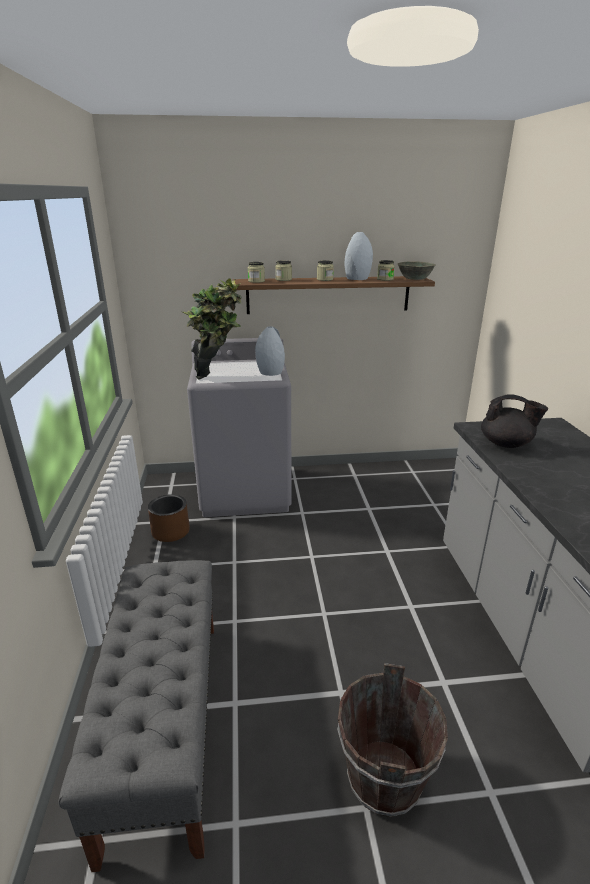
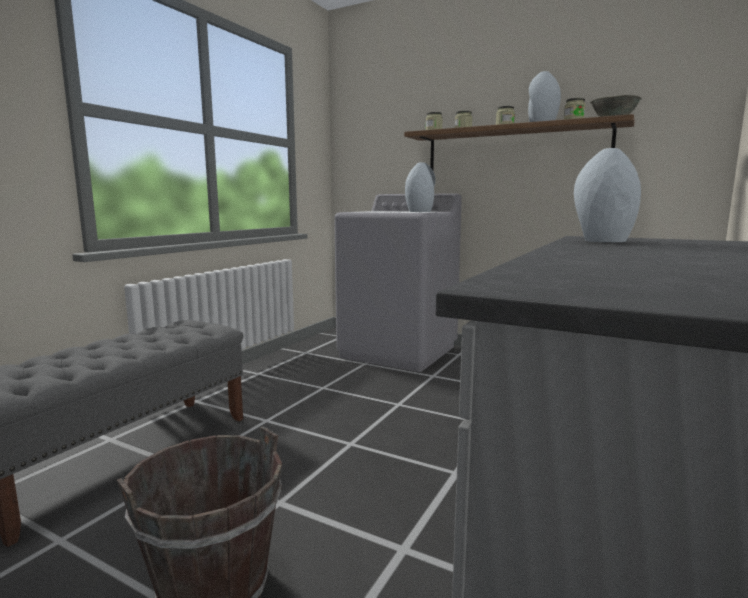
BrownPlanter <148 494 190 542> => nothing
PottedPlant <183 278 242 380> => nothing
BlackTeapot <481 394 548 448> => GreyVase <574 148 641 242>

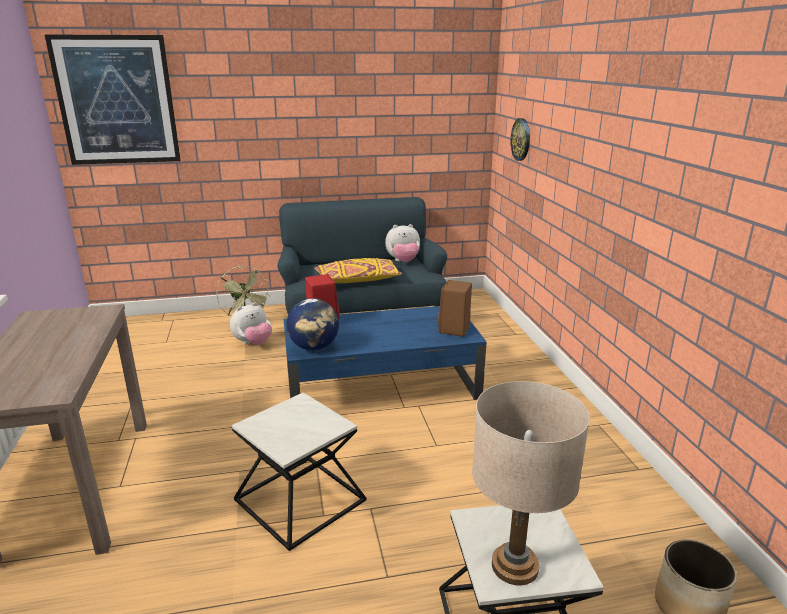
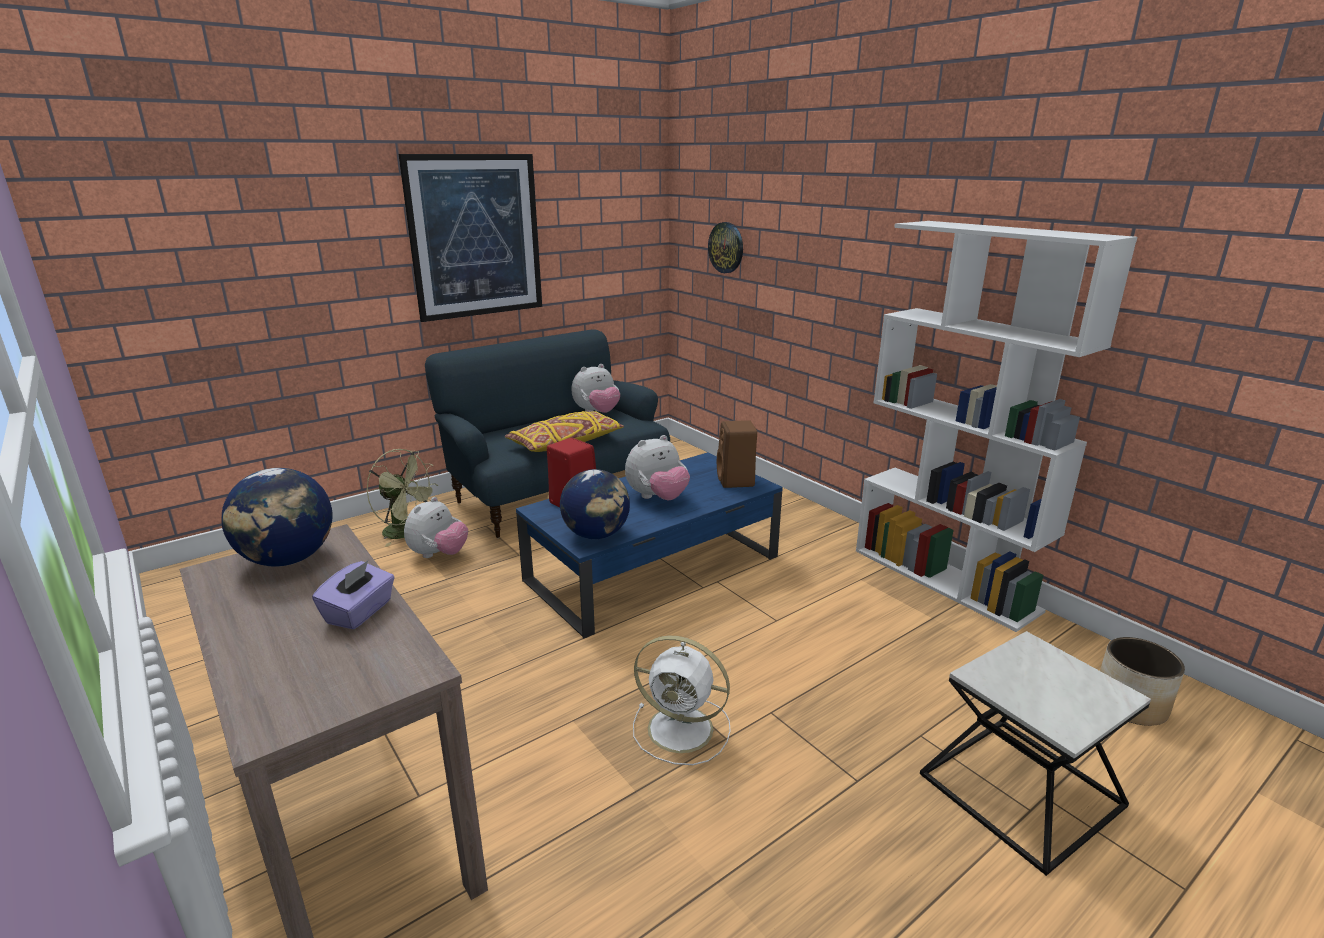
BeigeTableLamp <472 381 590 586> => nothing
nothing => Globe <221 468 333 566>
nothing => PurpleTissueBox <312 561 395 630>
nothing => PlushToy <625 435 690 500>
nothing => WhiteBookcase <856 221 1138 632>
Picture <45 34 181 165> => Picture <399 154 542 322>, moved
SideTable <232 392 366 551> => WhiteFan <633 636 731 765>

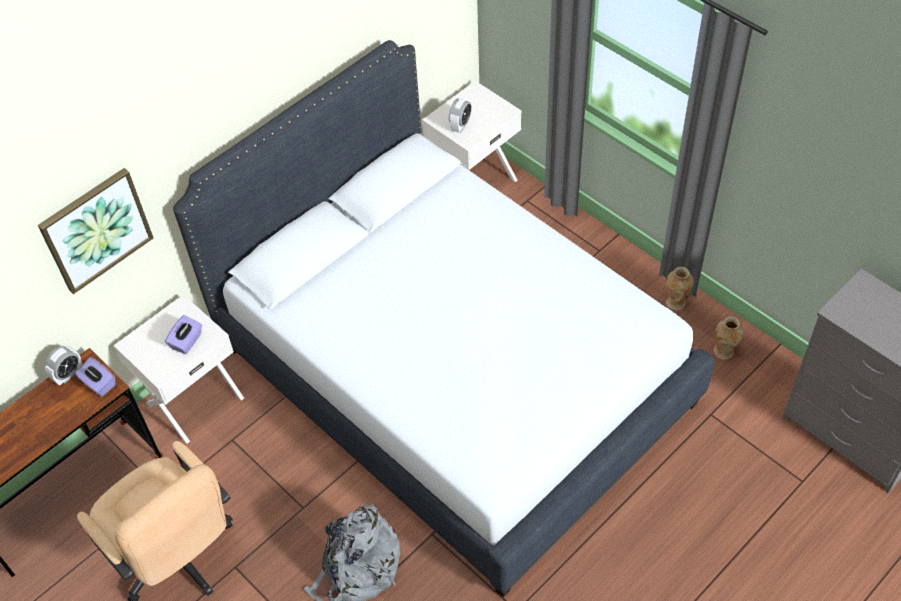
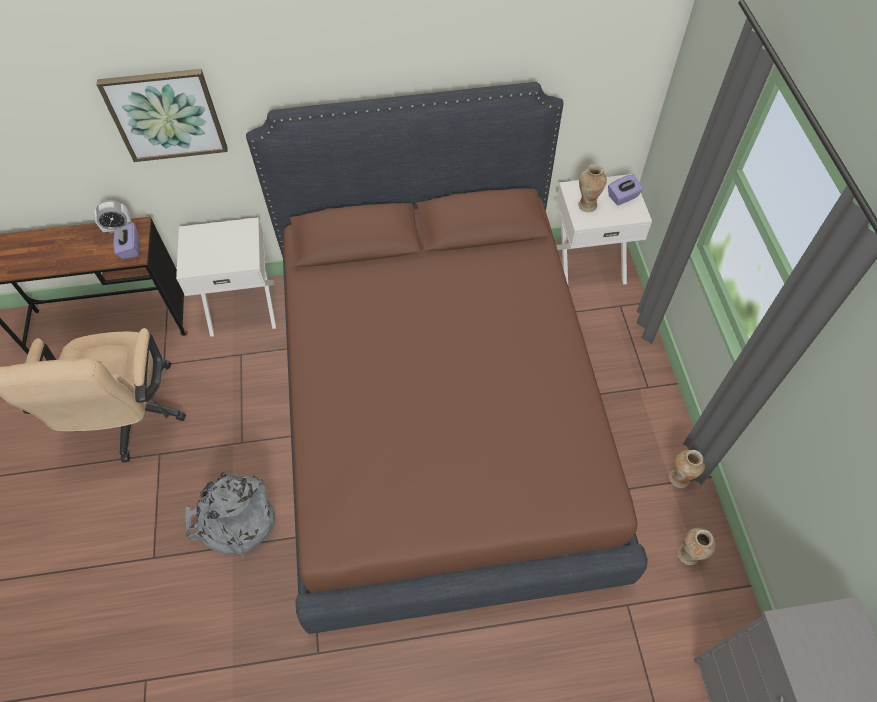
PurpleTissueBox <165 315 202 354> => PurpleTissueBox <608 174 643 205>, moved
AlarmClock <449 98 472 133> => Vase <578 164 607 212>
WhiteBed <173 40 714 597> => BrownBed <246 82 648 634>

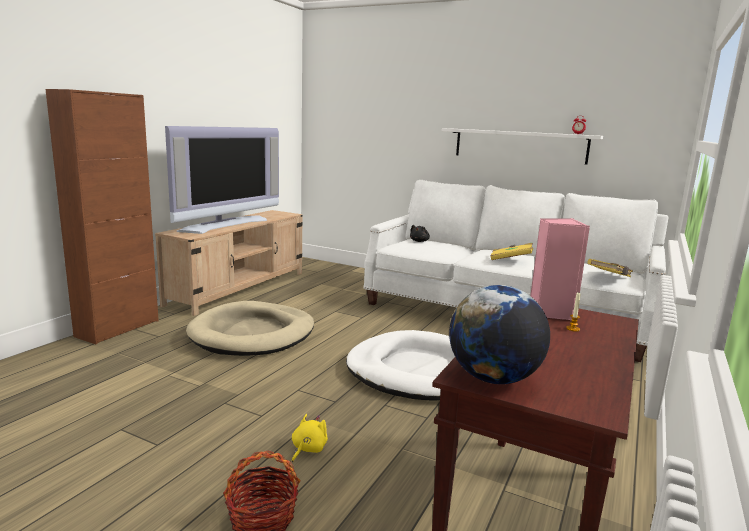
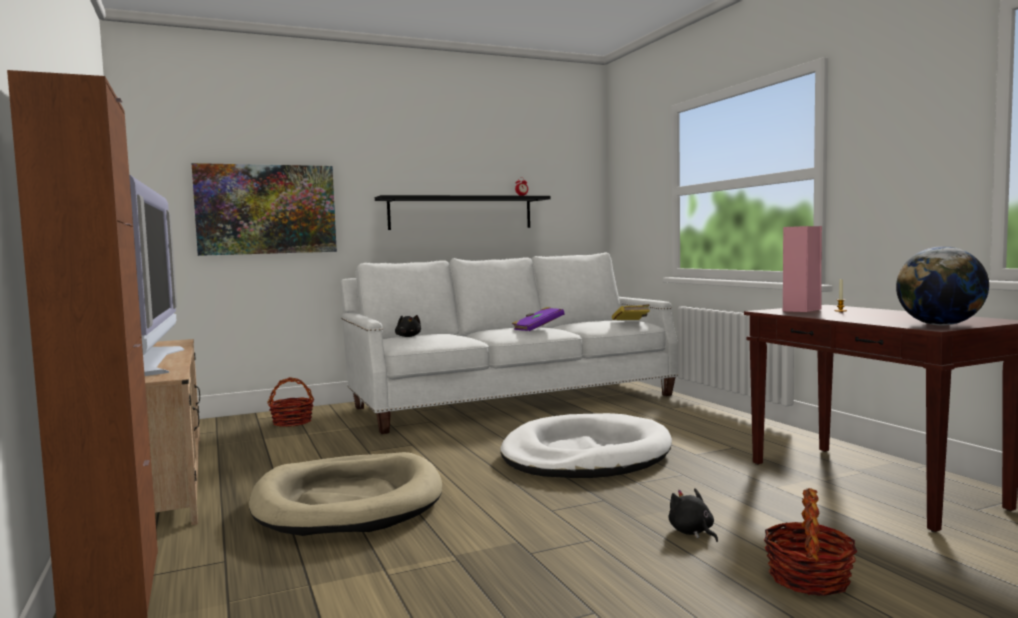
nothing => Picture <192 163 337 256>
nothing => Basket <267 377 314 427>
YellowPlushToy <292 414 328 462> => BlackPlushToy <668 488 718 542>
WhiteShelf <442 128 603 165> => BlackShelf <375 195 551 230>
YellowBook <490 243 533 260> => PurpleBook <512 307 565 331>

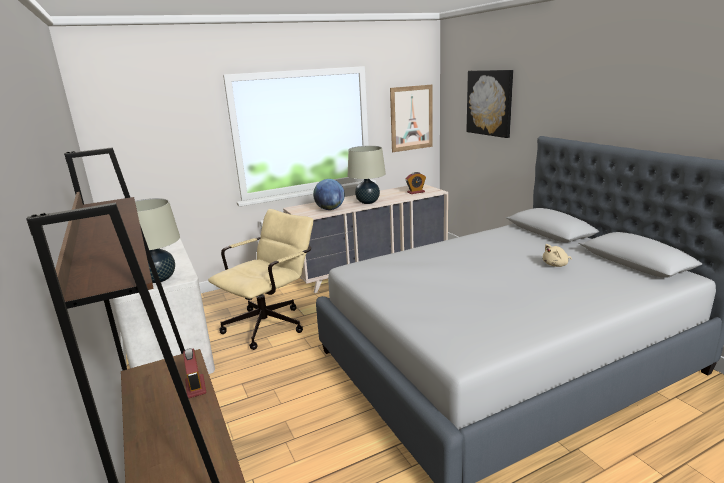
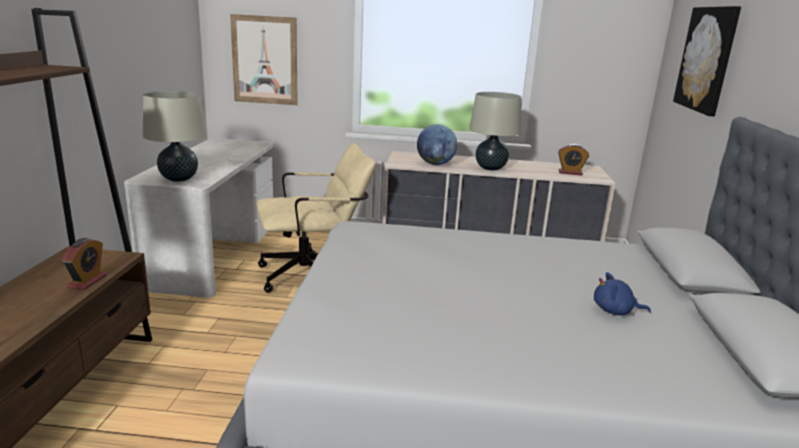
Picture <390 85 433 152> => Picture <230 14 298 105>, moved
BeigePlushToy <542 244 572 267> => BluePlushToy <594 272 651 316>

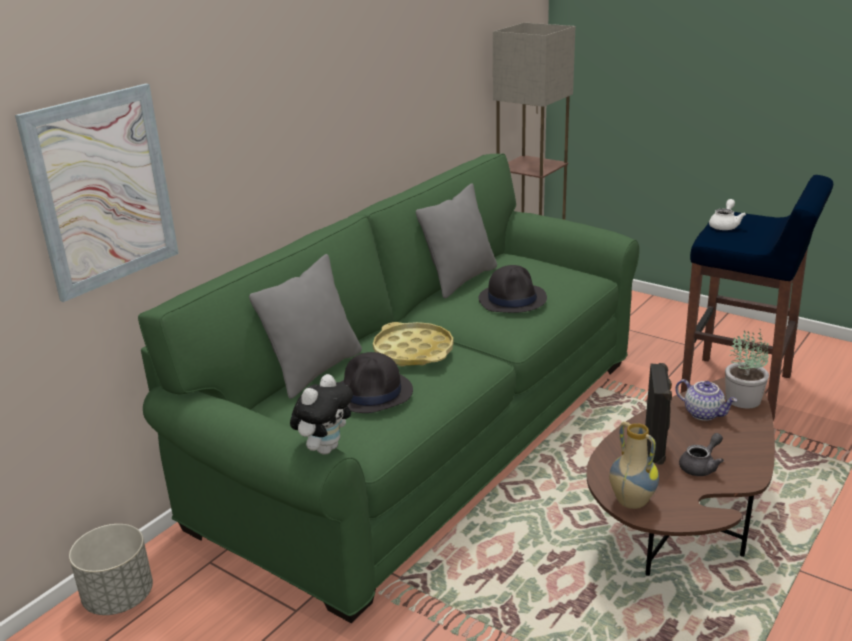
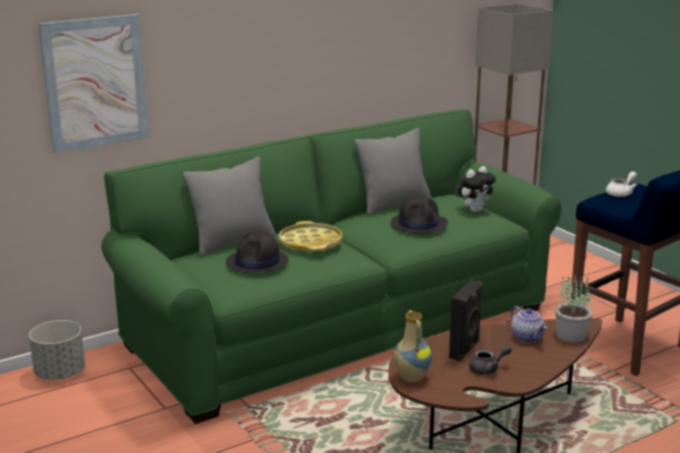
PlushToy <290 374 353 455> => PlushToy <458 166 496 212>, moved

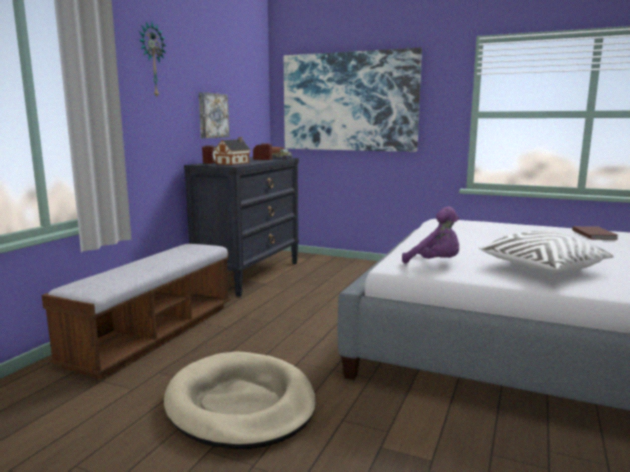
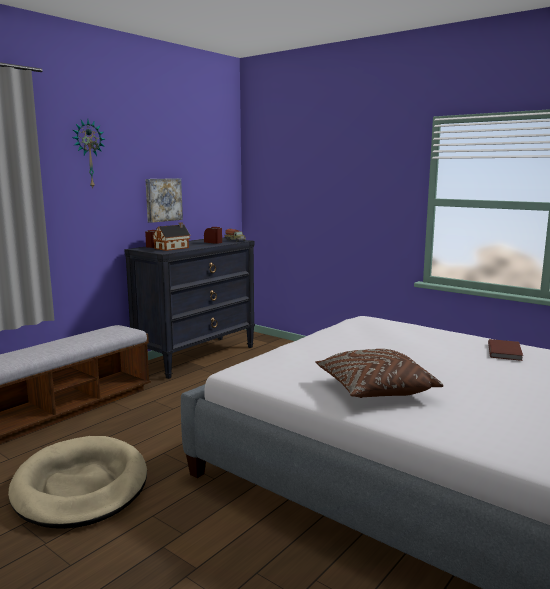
Picture <284 48 422 152> => nothing
PurplePlushToy <402 207 459 264> => nothing
WhitePillow <479 230 614 273> => BrownPillow <315 349 444 398>

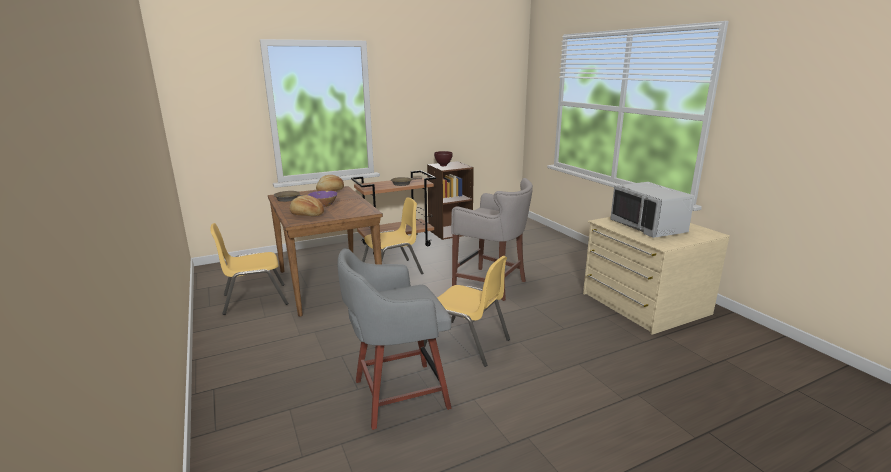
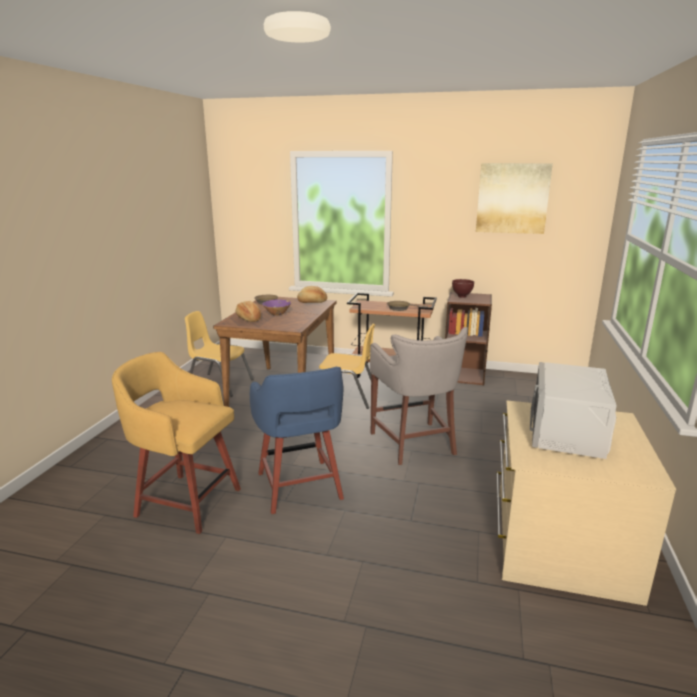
nothing => Picture <476 163 553 234>
YellowChair <424 256 510 367> => BlueStool <250 367 344 514>
GreyStool <337 248 452 430> => YellowStool <112 352 241 534>

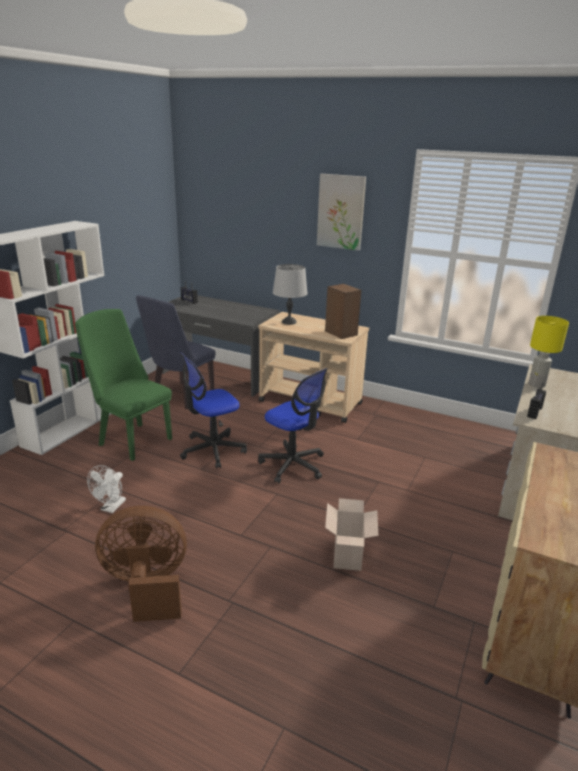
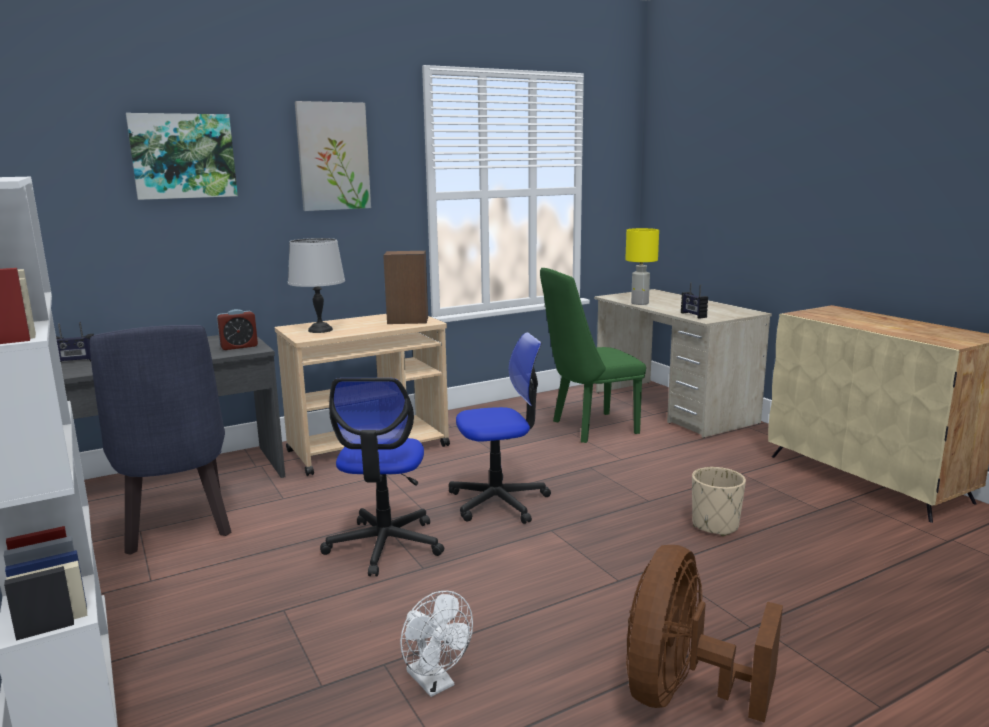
nothing => Picture <126 113 238 200>
nothing => AlarmClock <216 309 258 350>
GreenChair <75 309 172 461> => GreenChair <540 268 646 443>, moved
CardboardBox <325 498 378 571> => BeigePlanter <692 467 746 536>

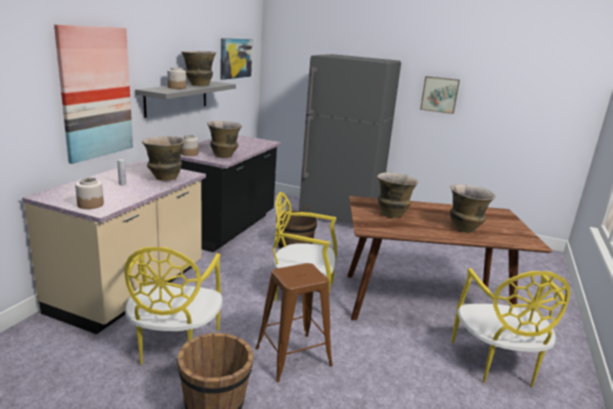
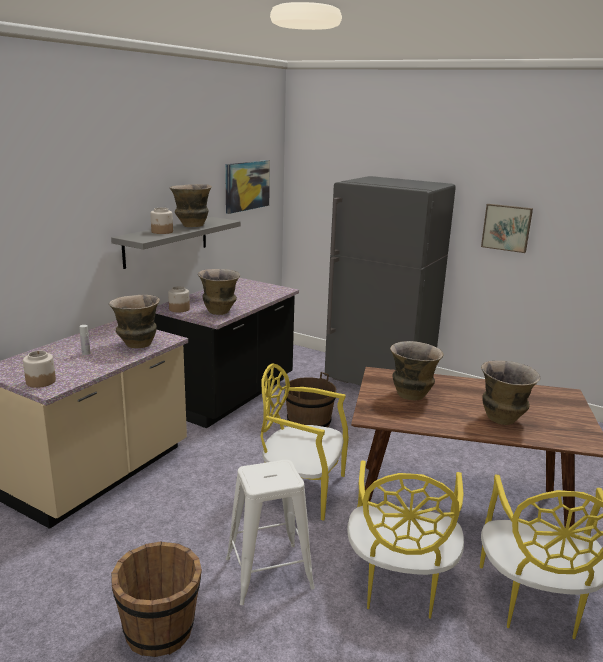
Picture <54 24 133 164> => nothing
YellowChair <124 247 223 365> => YellowChair <347 460 464 619>, moved
BrownStool <255 263 333 382> => WhiteStool <226 460 315 605>

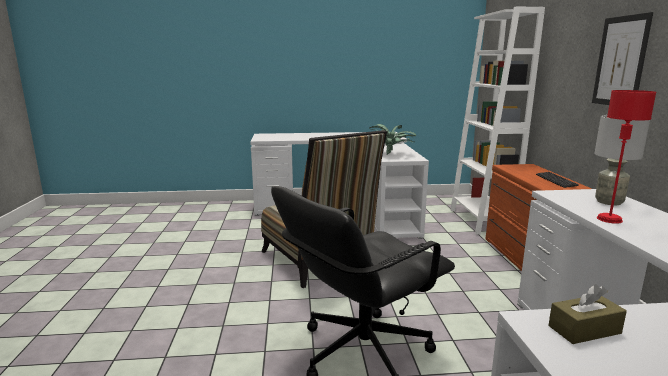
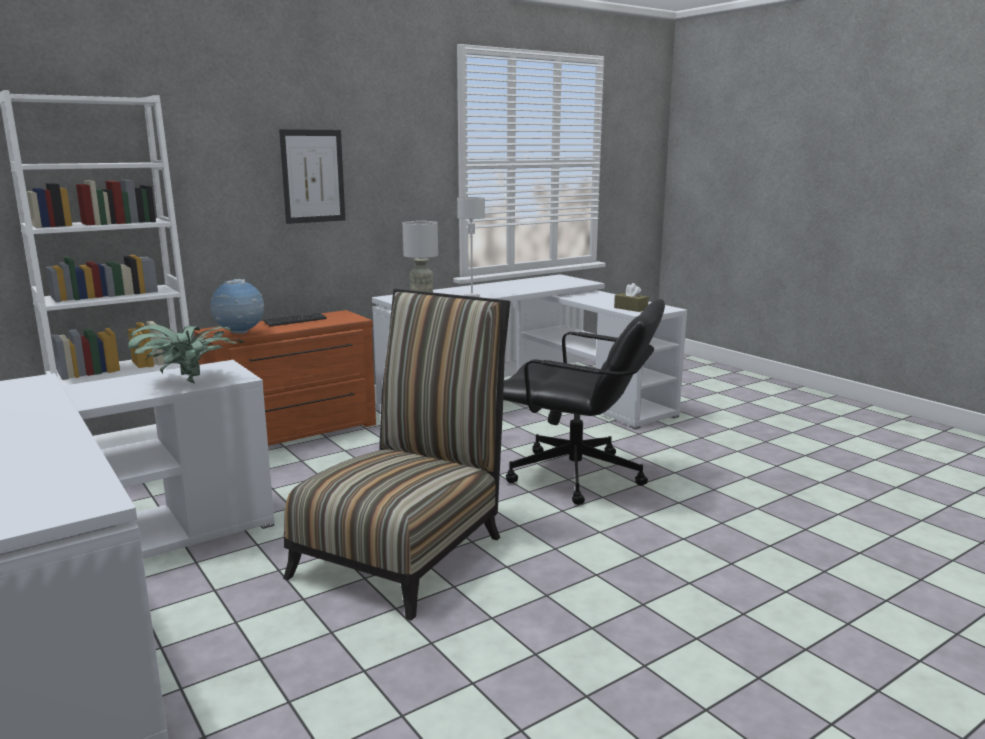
nothing => Globe <211 279 264 334>
RedTableLamp <597 90 656 224> => GreyTableLamp <457 197 485 297>

